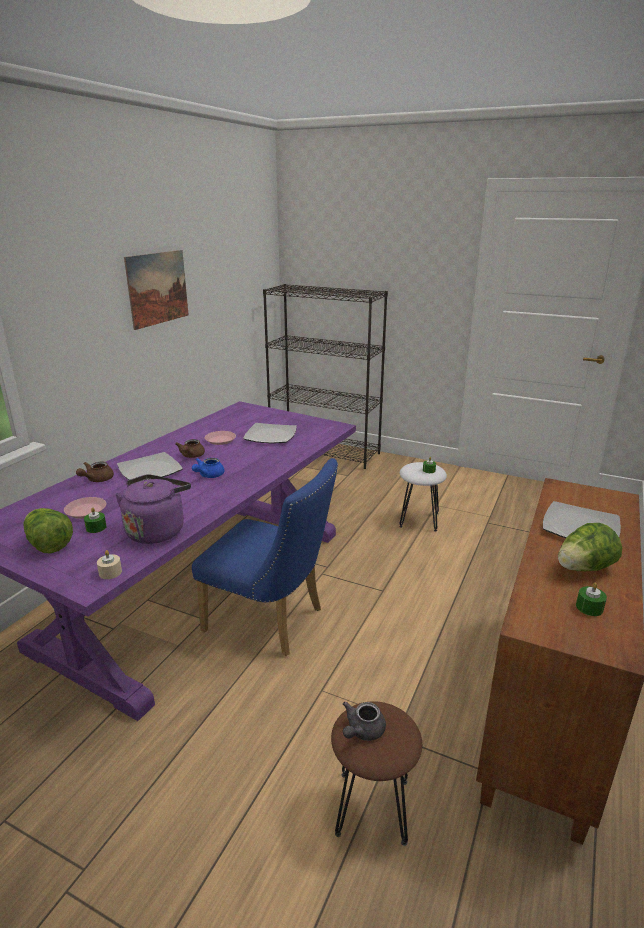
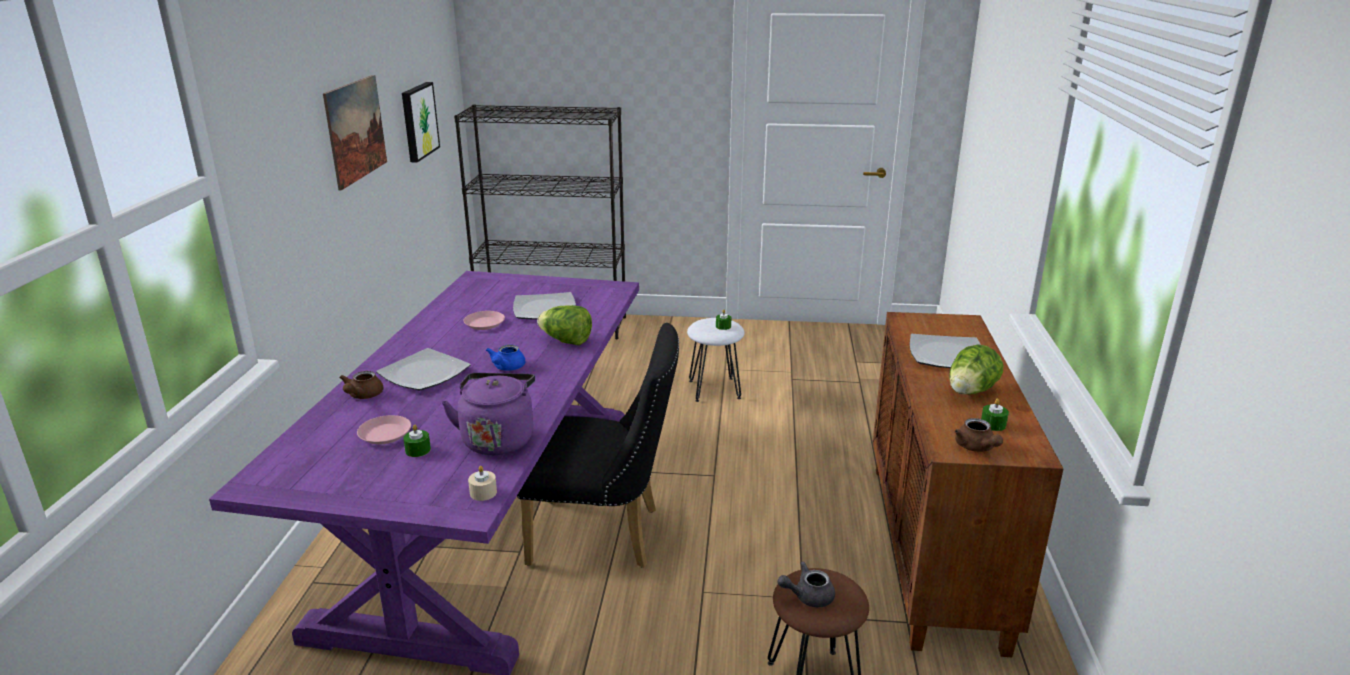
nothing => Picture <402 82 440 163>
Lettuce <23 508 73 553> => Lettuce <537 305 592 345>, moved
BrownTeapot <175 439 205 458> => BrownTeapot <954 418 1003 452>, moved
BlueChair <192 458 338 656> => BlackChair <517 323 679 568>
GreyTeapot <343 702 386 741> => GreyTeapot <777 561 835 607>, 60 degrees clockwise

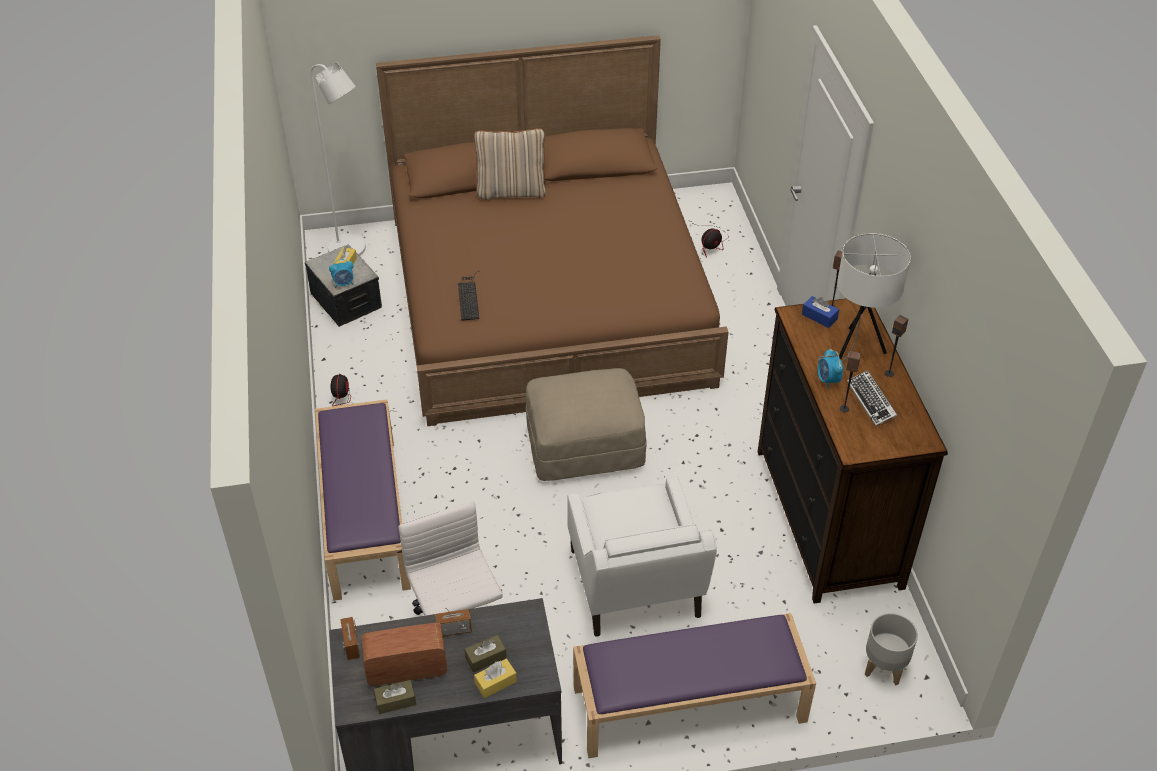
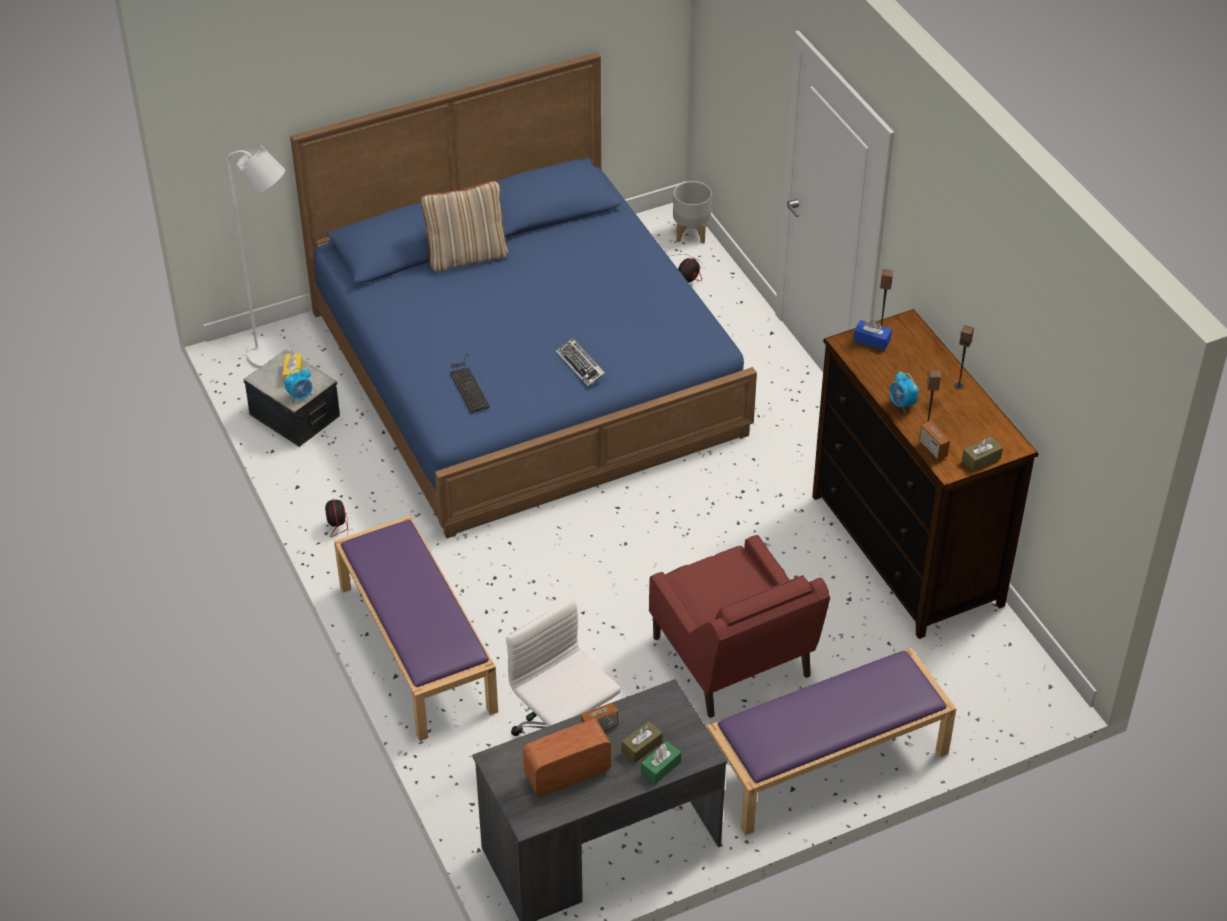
BeigeOttoman <526 368 647 481> => nothing
WhiteTableLamp <818 233 911 361> => nothing
Radio <340 617 360 660> => Radio <919 415 950 460>, moved
BrownTissueBox <374 680 416 714> => BrownTissueBox <962 437 1003 472>, moved
Keyboard <847 370 897 426> => Keyboard <556 338 605 387>, moved
GreyPlanter <865 613 918 685> => GreyPlanter <673 181 712 244>, moved
BrownBed <376 35 729 426> => BlueBed <290 52 757 539>
YellowTissueBox <474 659 517 698> => GreenTissueBox <641 741 681 784>
WhiteArmchair <567 477 717 637> => RedArmchair <649 535 830 718>

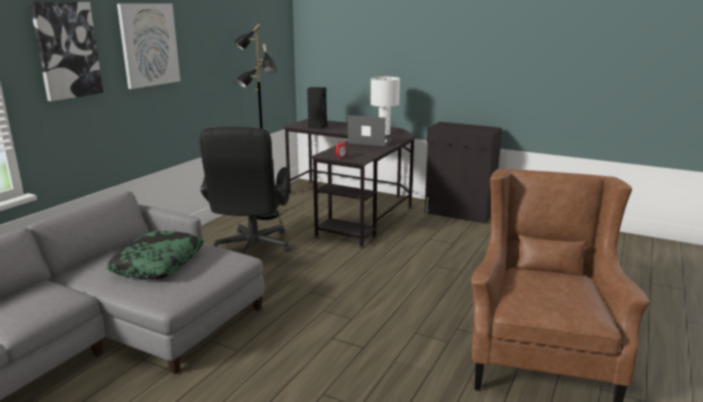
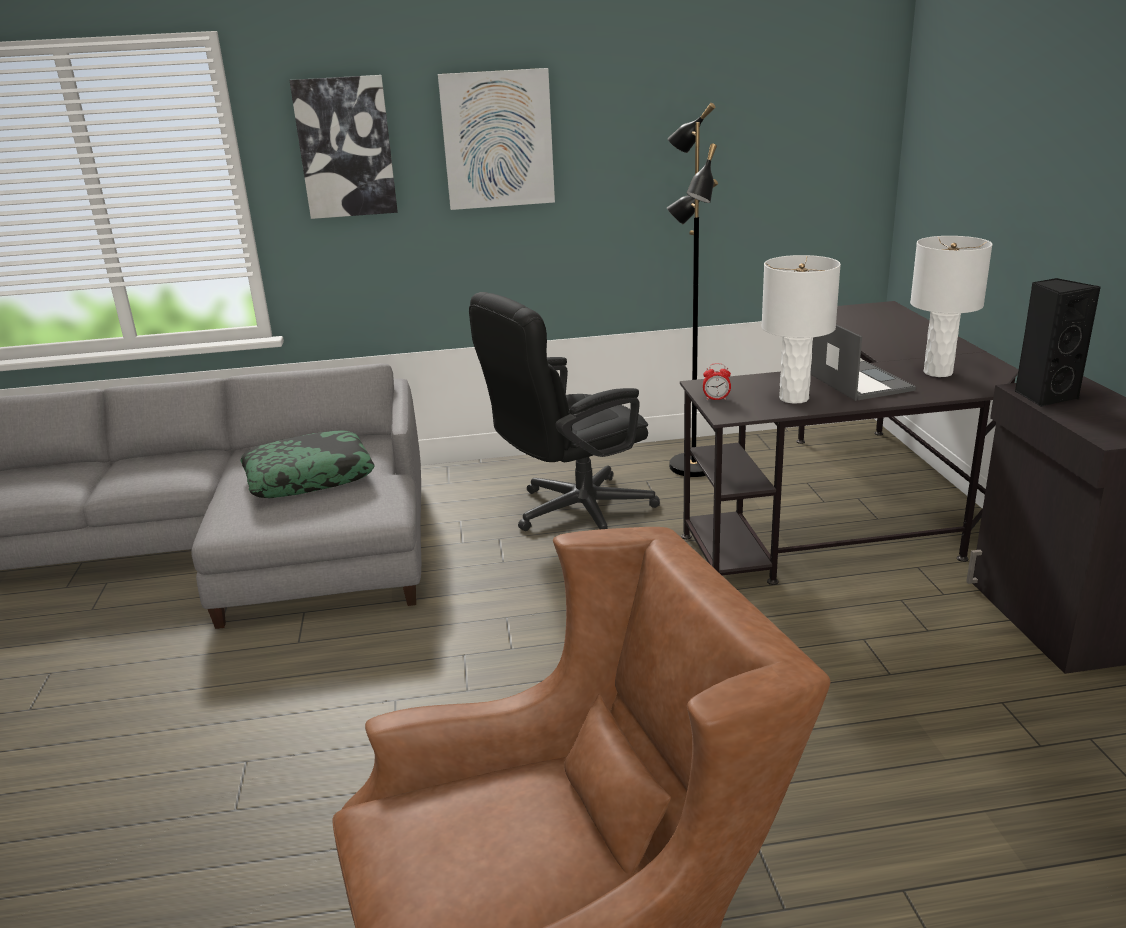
nothing => WhiteTableLamp <762 255 841 404>
BlackSpeaker <307 87 327 130> => BlackSpeaker <1015 278 1101 407>, moved

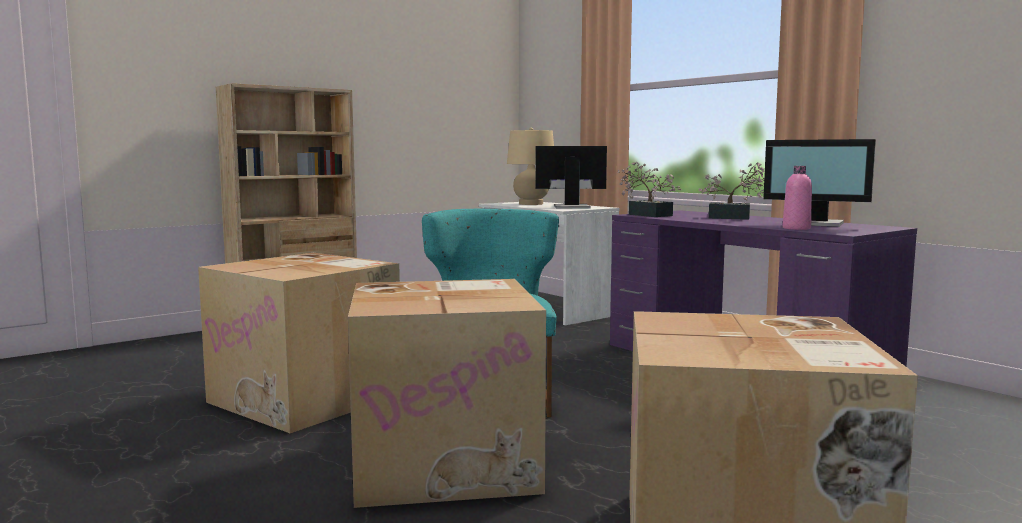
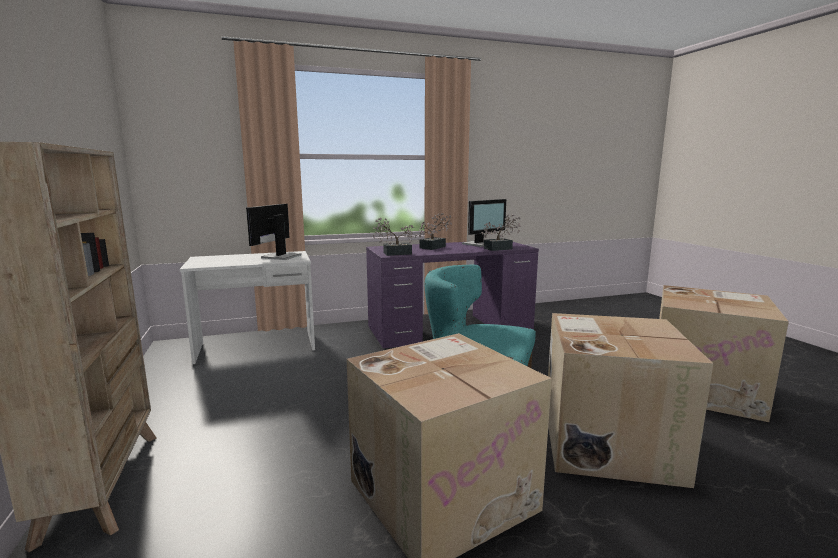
BeigeTableLamp <507 128 554 205> => nothing
PinkBottle <783 166 812 230> => PottedPlant <481 214 521 251>

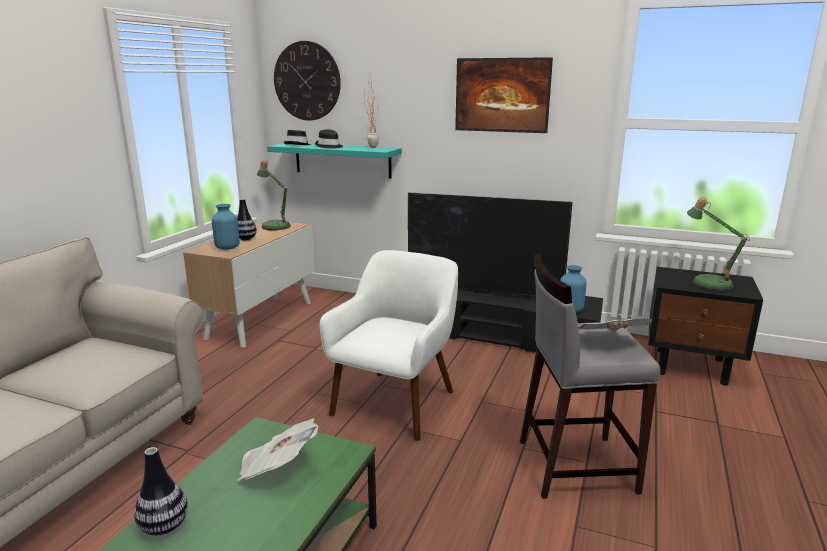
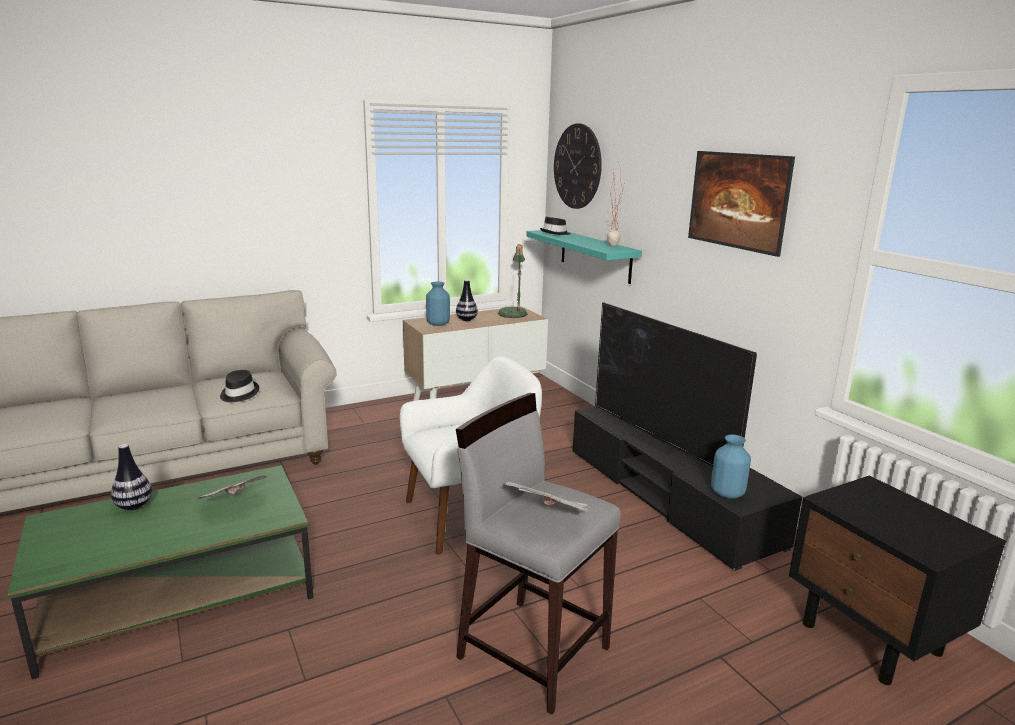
TableLamp <687 197 750 291> => nothing
BlackHat <315 130 343 148> => BlackHat <220 370 259 402>, moved

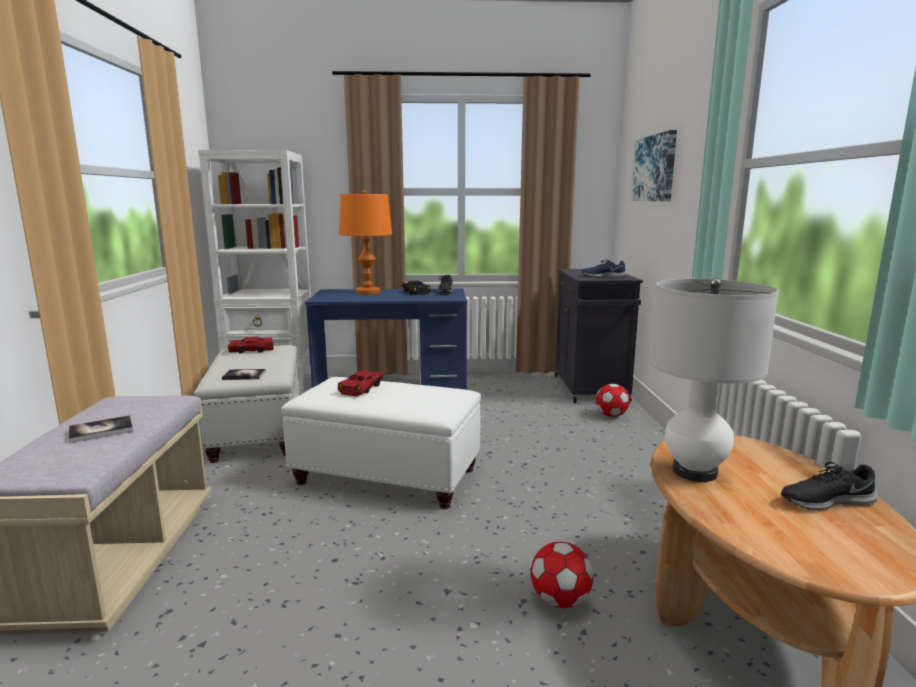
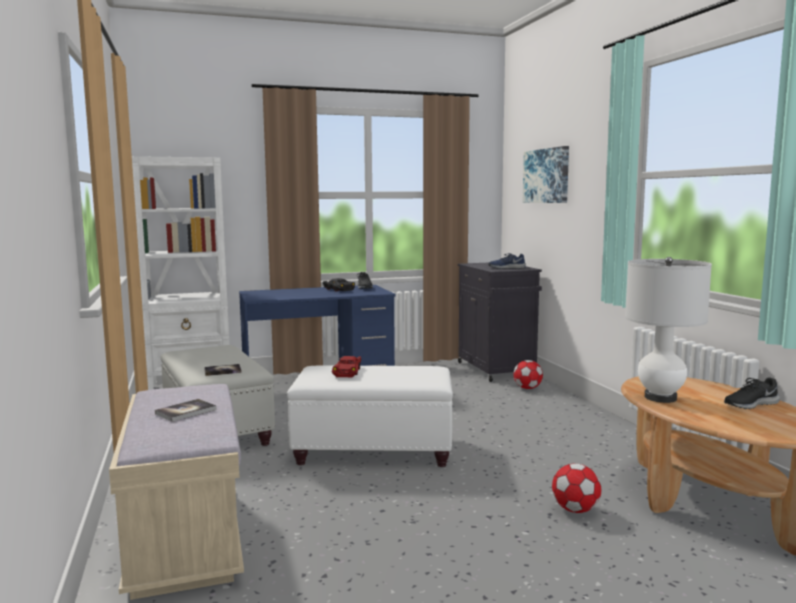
RedToyCar <227 337 274 354> => nothing
OrangeTableLamp <339 190 392 294> => nothing

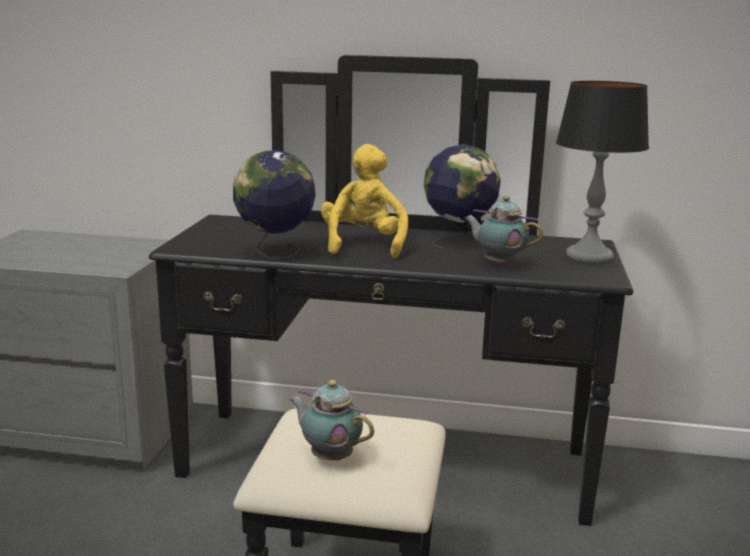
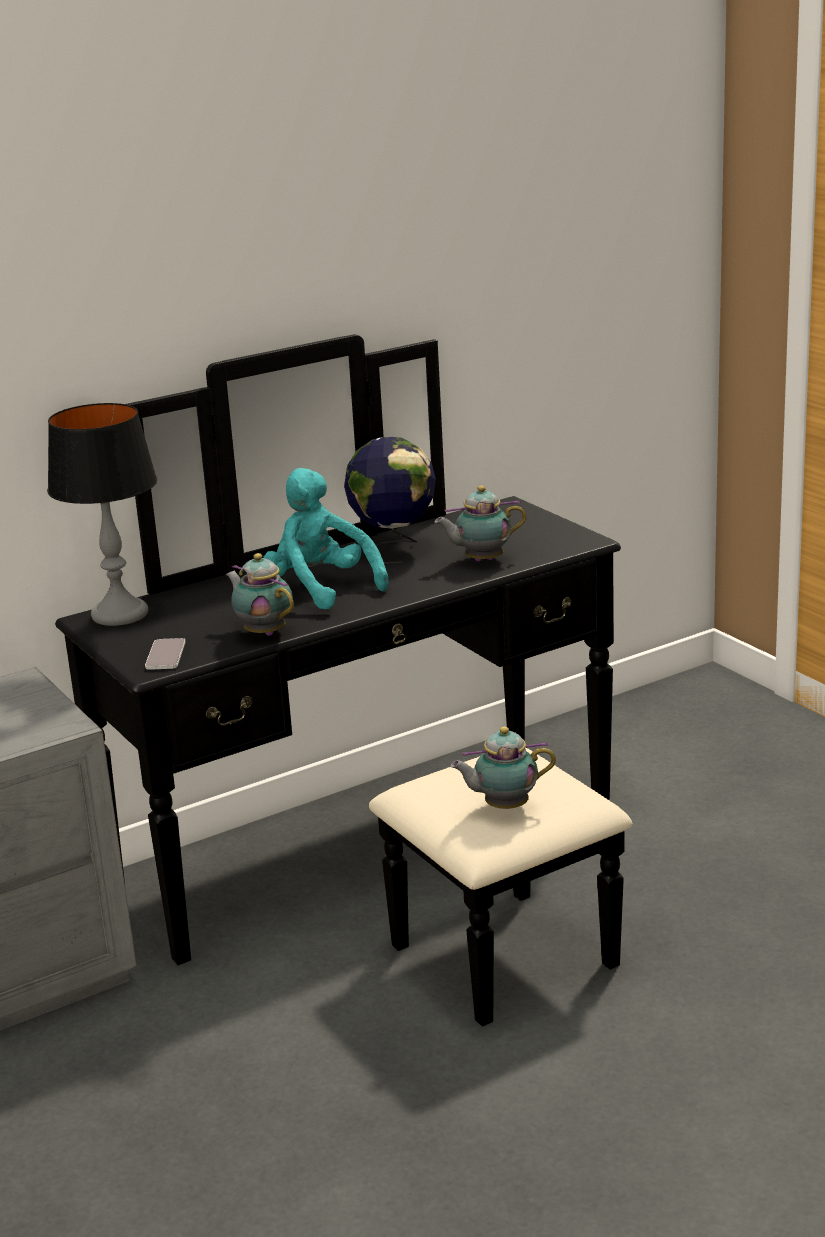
nothing => Phone <145 638 186 670>
TableLamp <556 81 649 264> => TableLamp <47 403 157 626>, moved
Globe <233 150 316 259> => Teapot <226 553 294 636>
YellowPlushToy <321 144 408 259> => TurquoisePlushToy <263 468 389 610>

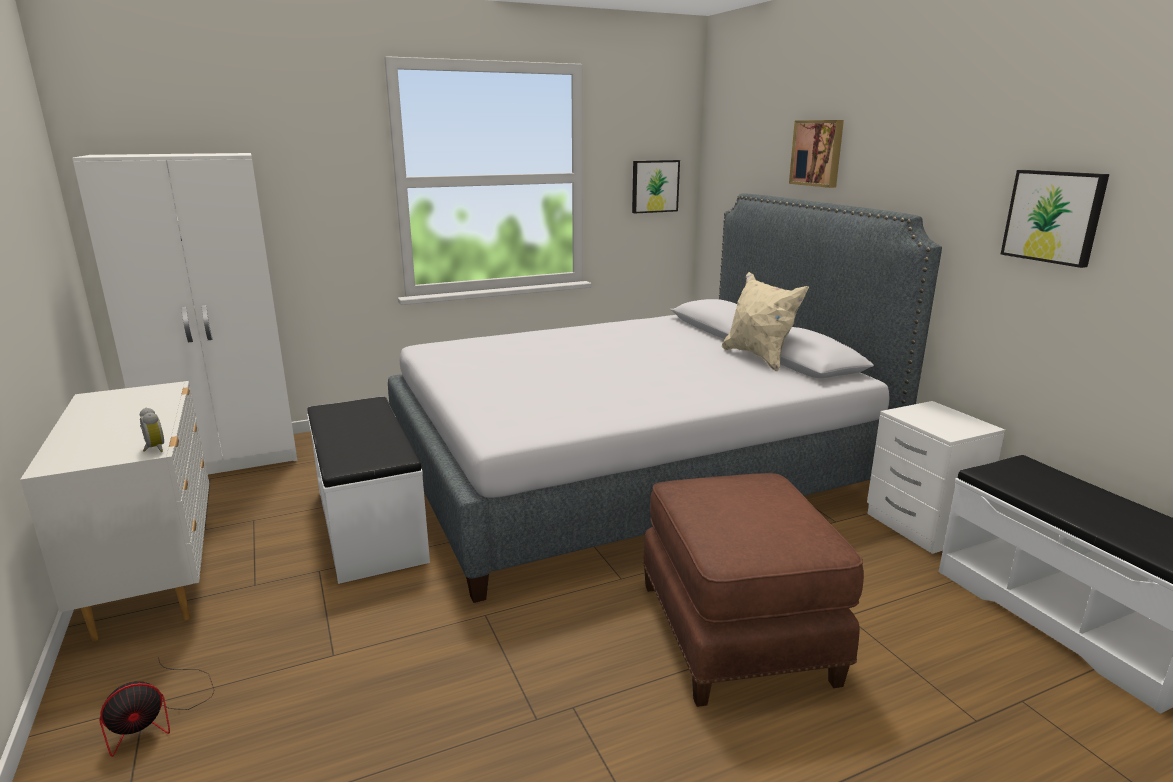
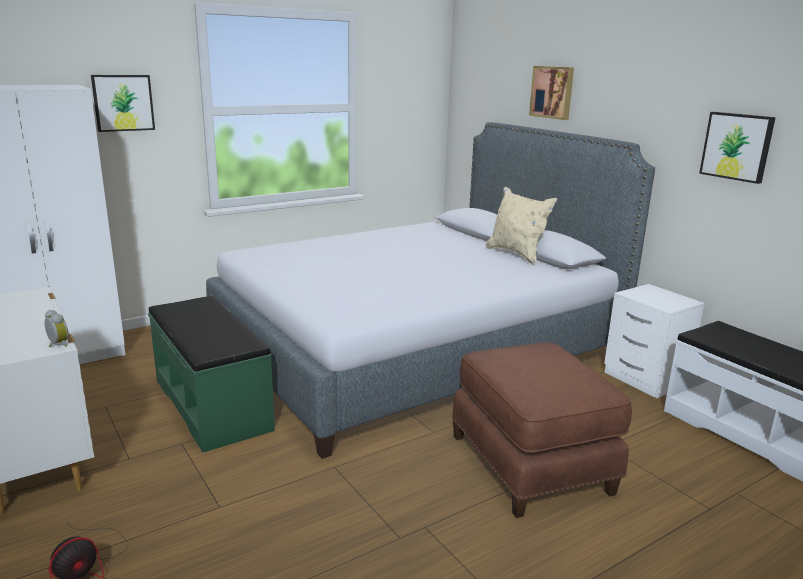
Picture <632 160 680 213> => Picture <91 75 155 132>, moved
WhiteBench <307 397 430 584> => GreenBench <148 296 275 453>

